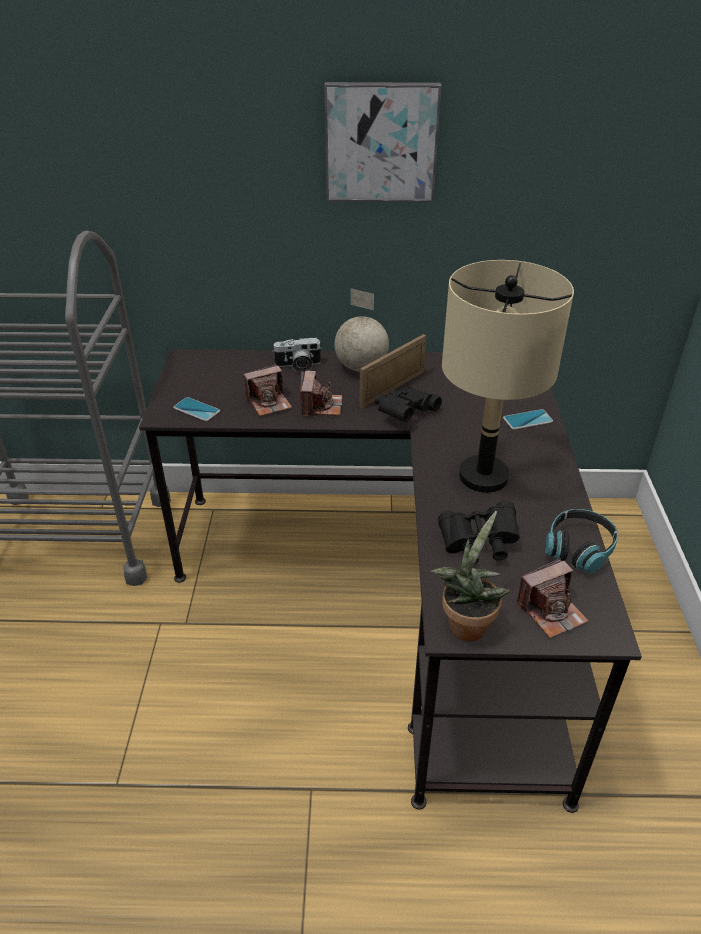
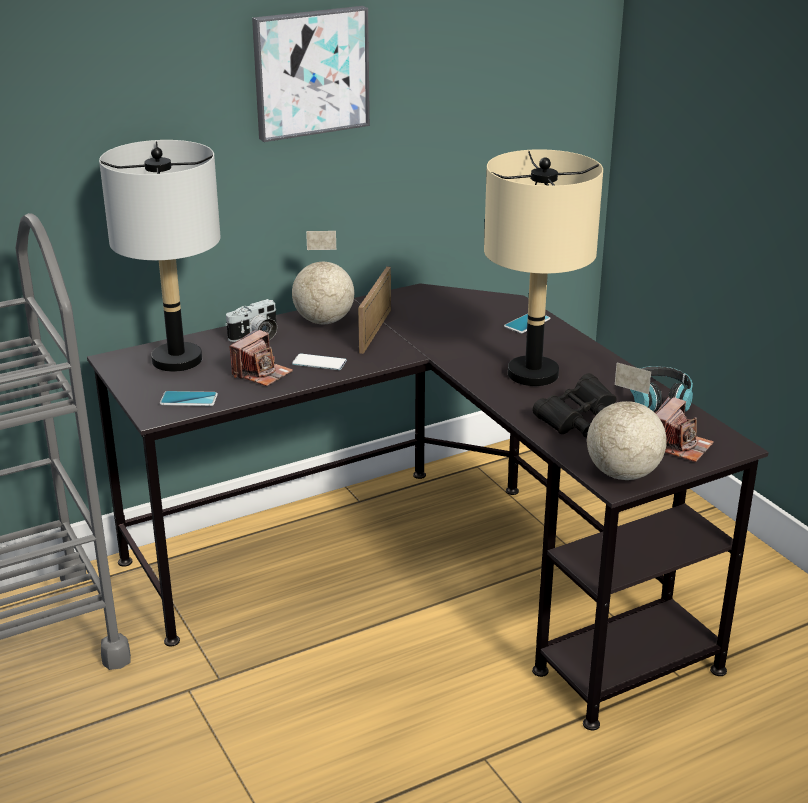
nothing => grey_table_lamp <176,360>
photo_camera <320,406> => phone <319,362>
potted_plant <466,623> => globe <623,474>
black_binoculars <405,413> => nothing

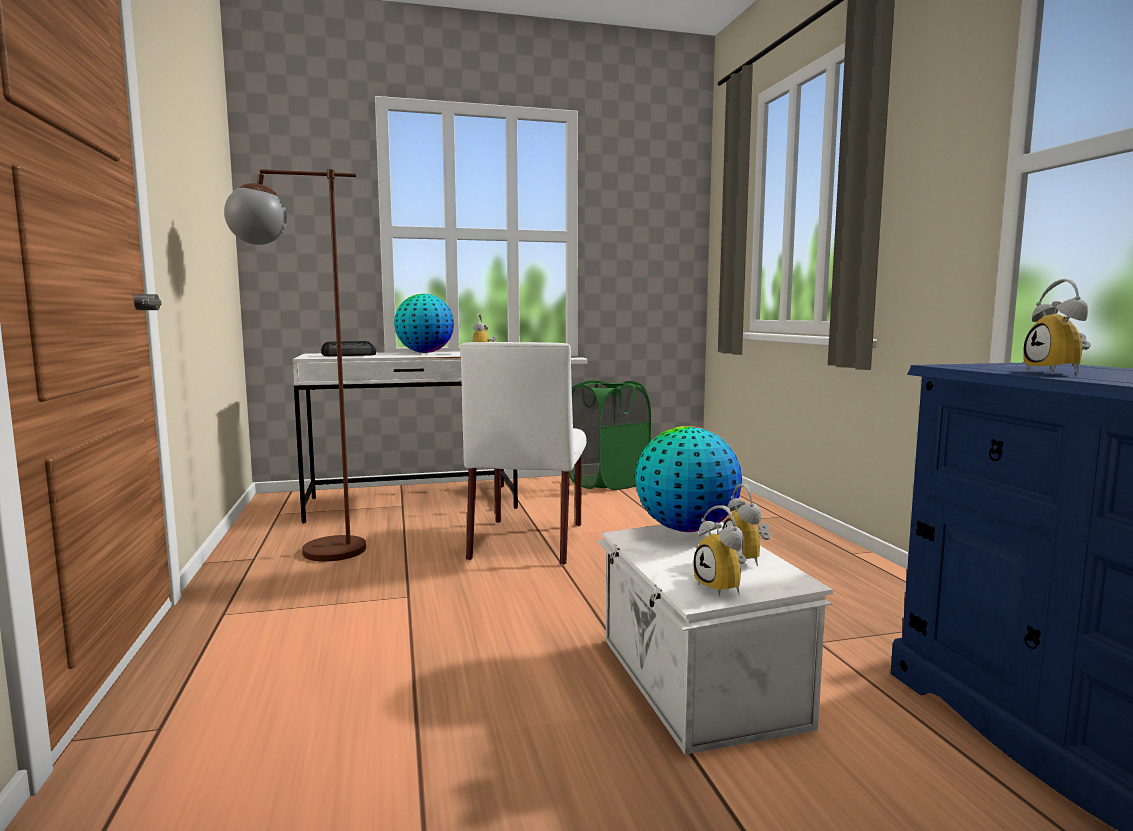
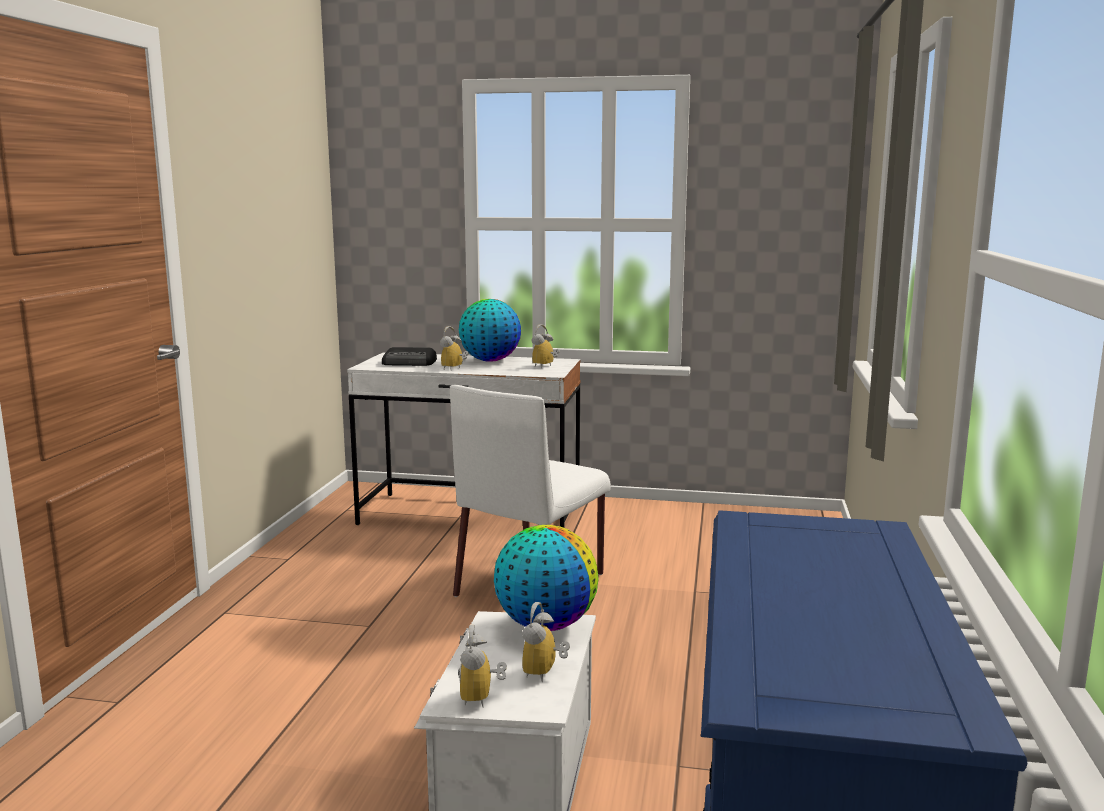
alarm_clock <1061,372> => alarm_clock <455,369>, move
brown_floor_lamp <311,552> => nothing
green_laundry_basket <607,483> => nothing

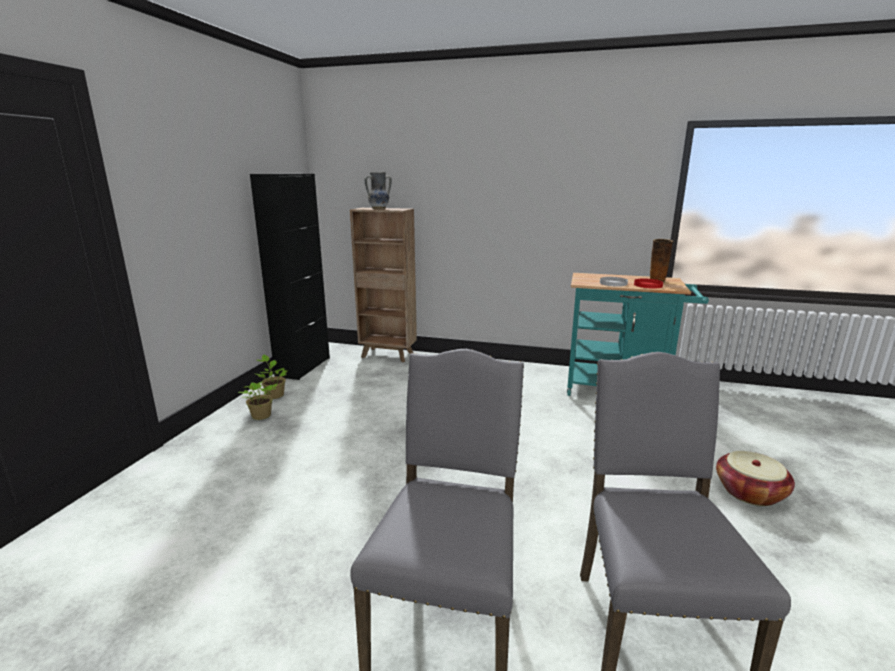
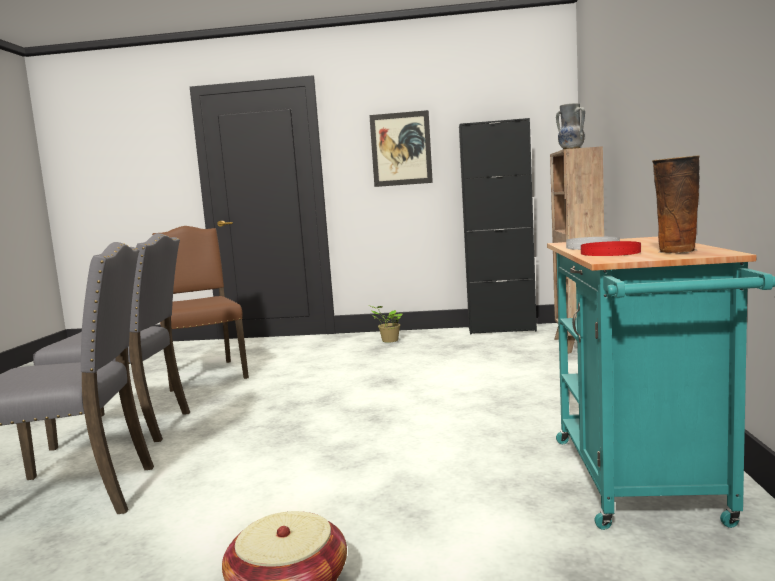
nothing => brown_chair <205,374>
nothing => picture <401,149>
potted_plant <274,395> => nothing

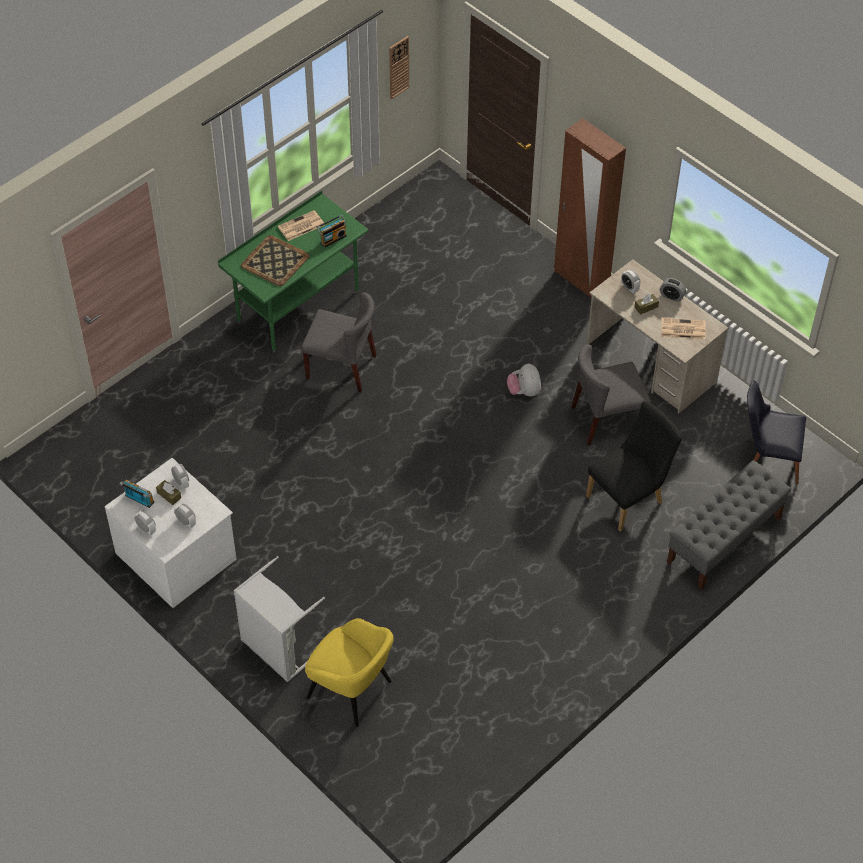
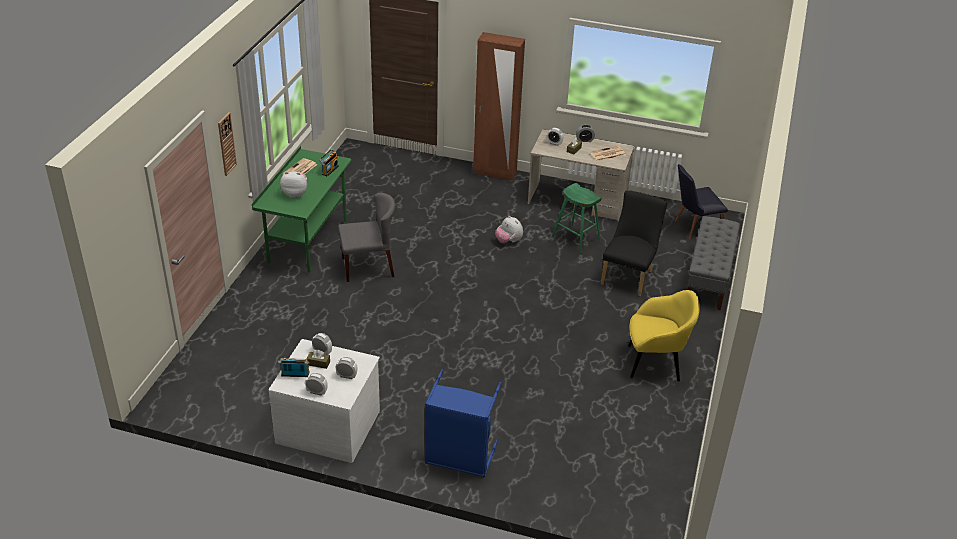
wall_clock <398,67> => wall_clock <226,144>, move
tray <274,261> => plush_toy <295,193>
grey_laundry_basket <278,649> => blue_laundry_basket <459,458>
grey_chair <606,419> => green_stool <576,239>
yellow_armchair <351,690> => yellow_armchair <655,363>, move

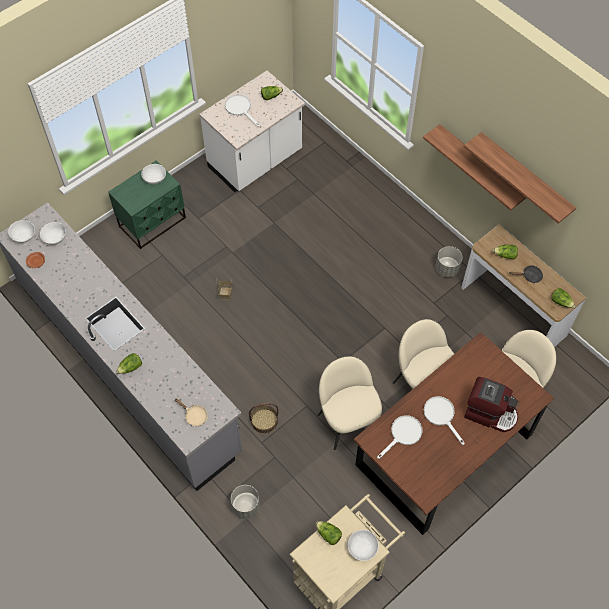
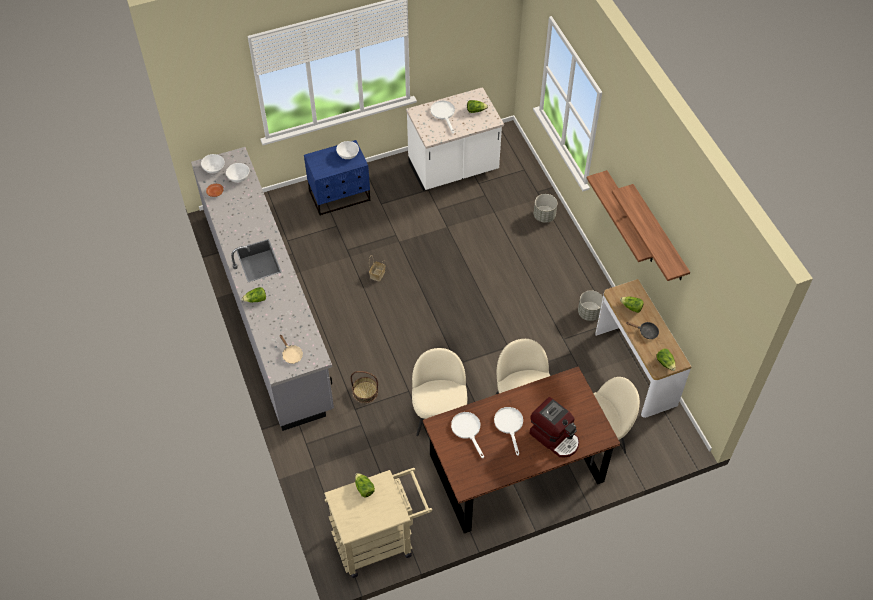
green_nightstand <153,222> => blue_nightstand <340,196>
white_frying_pan <403,434> => white_frying_pan <468,430>, 90 degrees counterclockwise
grey_planter <246,507> => grey_planter <544,216>, move
white_bowl <362,548> => nothing

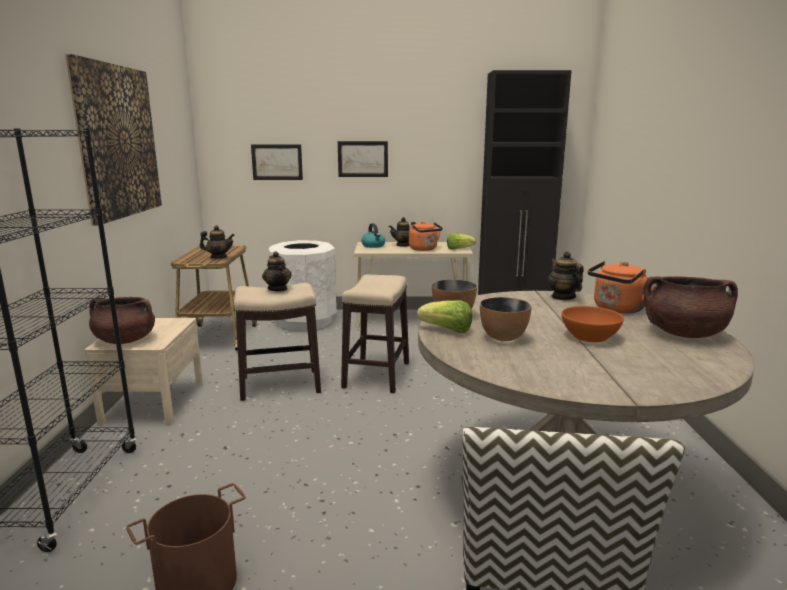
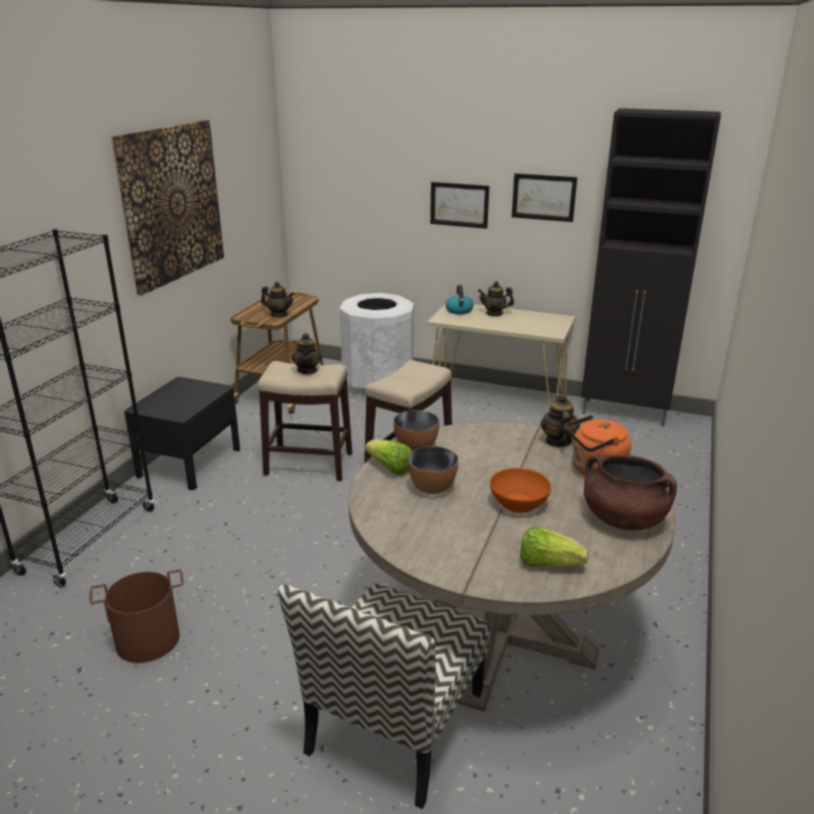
beige_nightstand <154,402> => black_nightstand <189,462>
picture <277,162> => picture <543,197>, move
lettuce <459,249> => lettuce <548,563>, move
brown_cooking_pot <124,340> => nothing
orange_kettle <424,249> => nothing

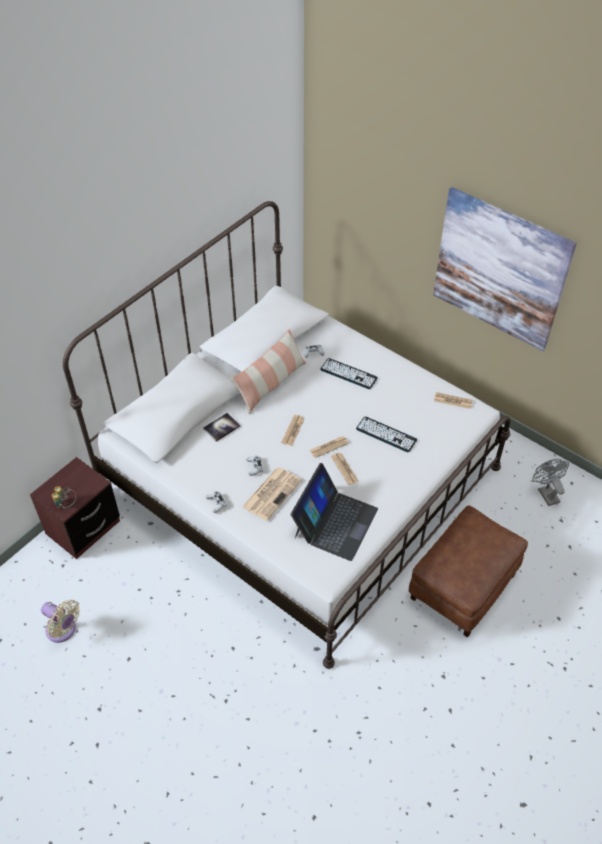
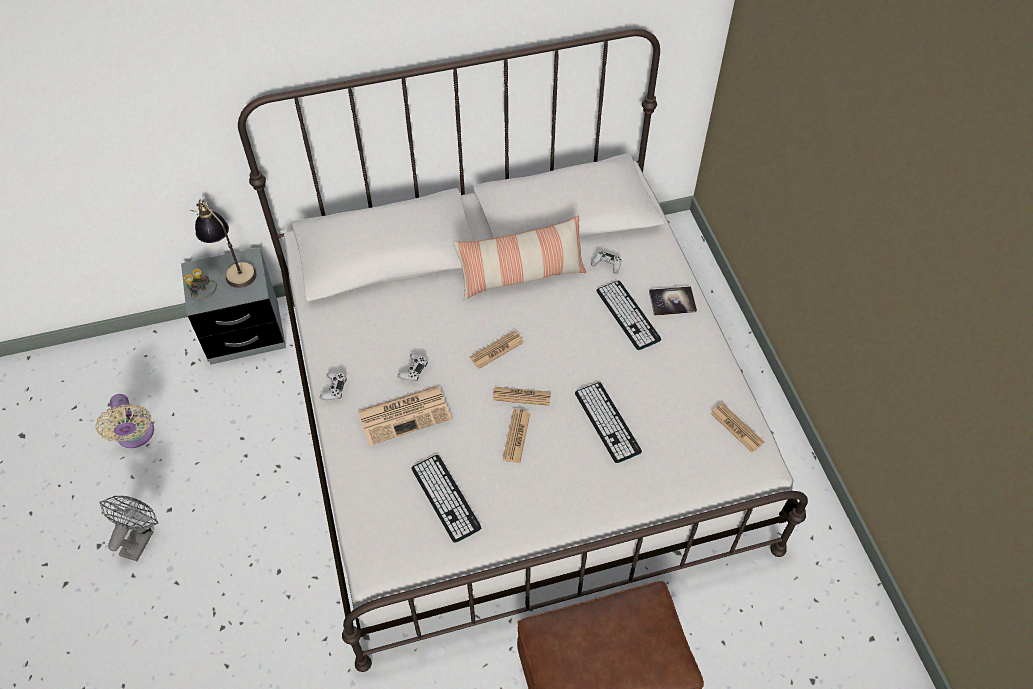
grey_fan <546,493> => grey_fan <139,538>, move
brown_nightstand <83,527> => grey_nightstand <245,333>
nothing => table_lamp <232,268>
laptop <335,522> => keyboard <445,498>
book <221,427> => book <672,302>, move
picture <500,269> => nothing

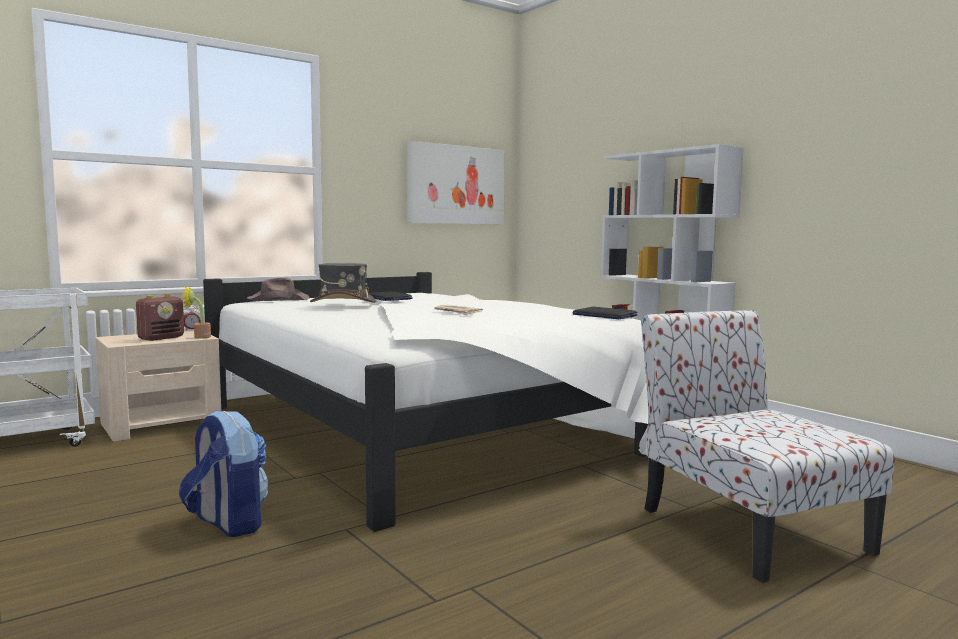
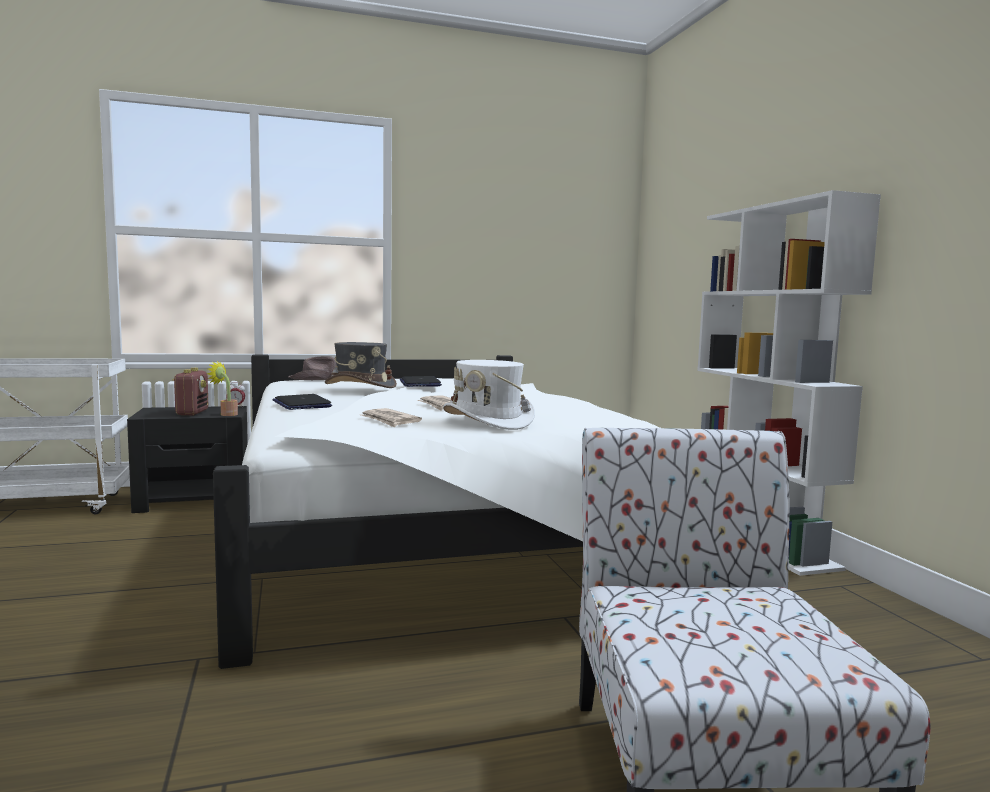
beige_nightstand <162,424> => black_nightstand <194,499>
radio <161,338> => radio <192,413>, 60 degrees counterclockwise
laptop <604,315> => laptop <301,404>, move
nothing => newspaper <389,421>
nothing => white_hat <488,421>
backpack <227,523> => nothing
picture <456,185> => nothing

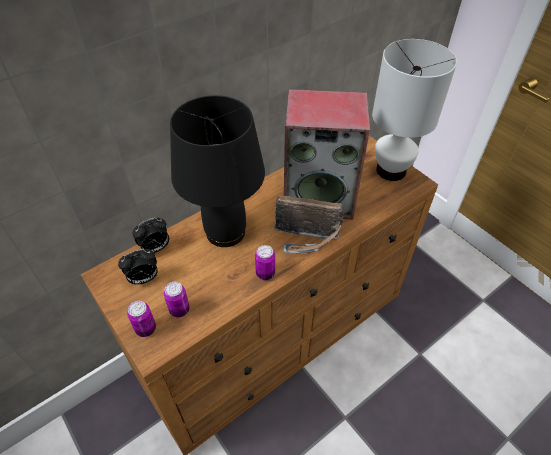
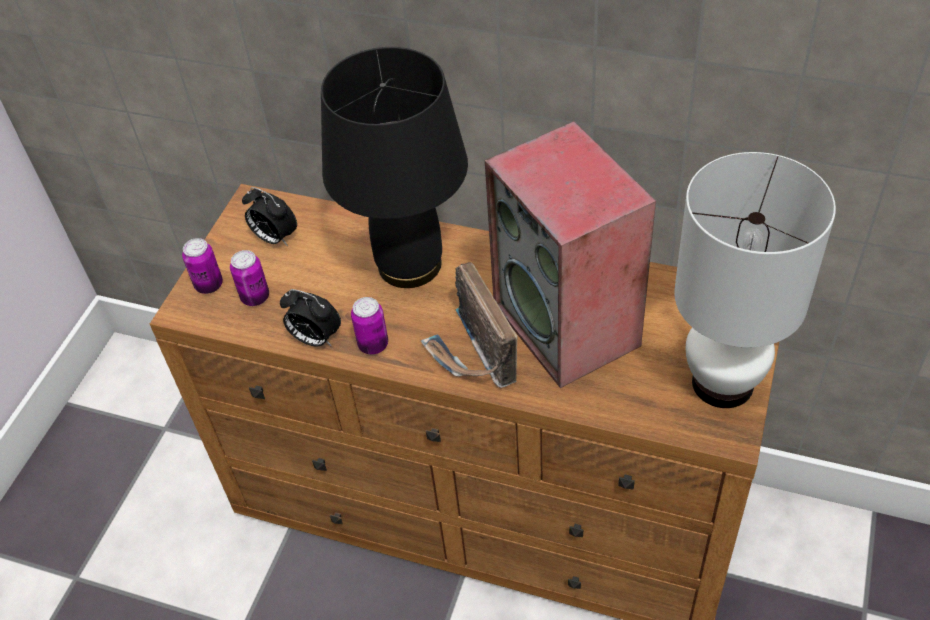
alarm_clock <155,248> => alarm_clock <315,339>, move

